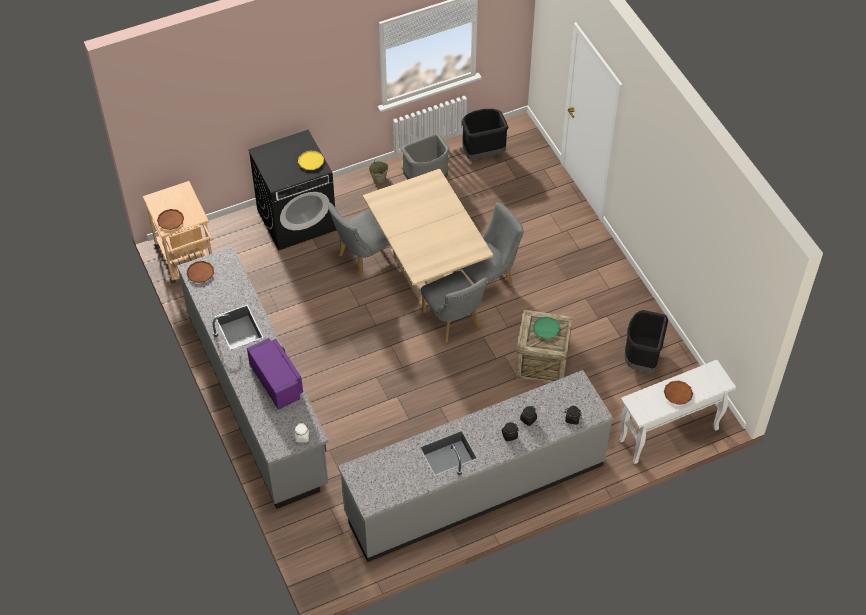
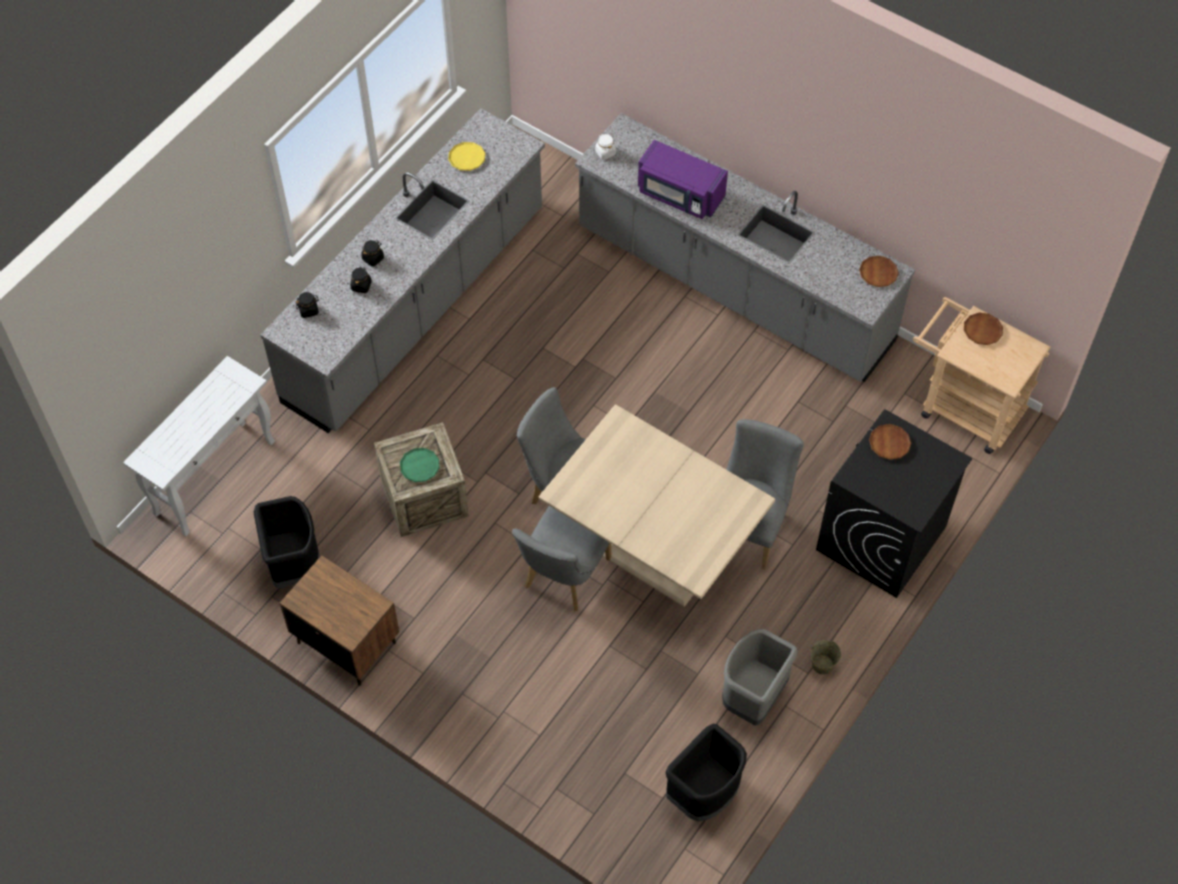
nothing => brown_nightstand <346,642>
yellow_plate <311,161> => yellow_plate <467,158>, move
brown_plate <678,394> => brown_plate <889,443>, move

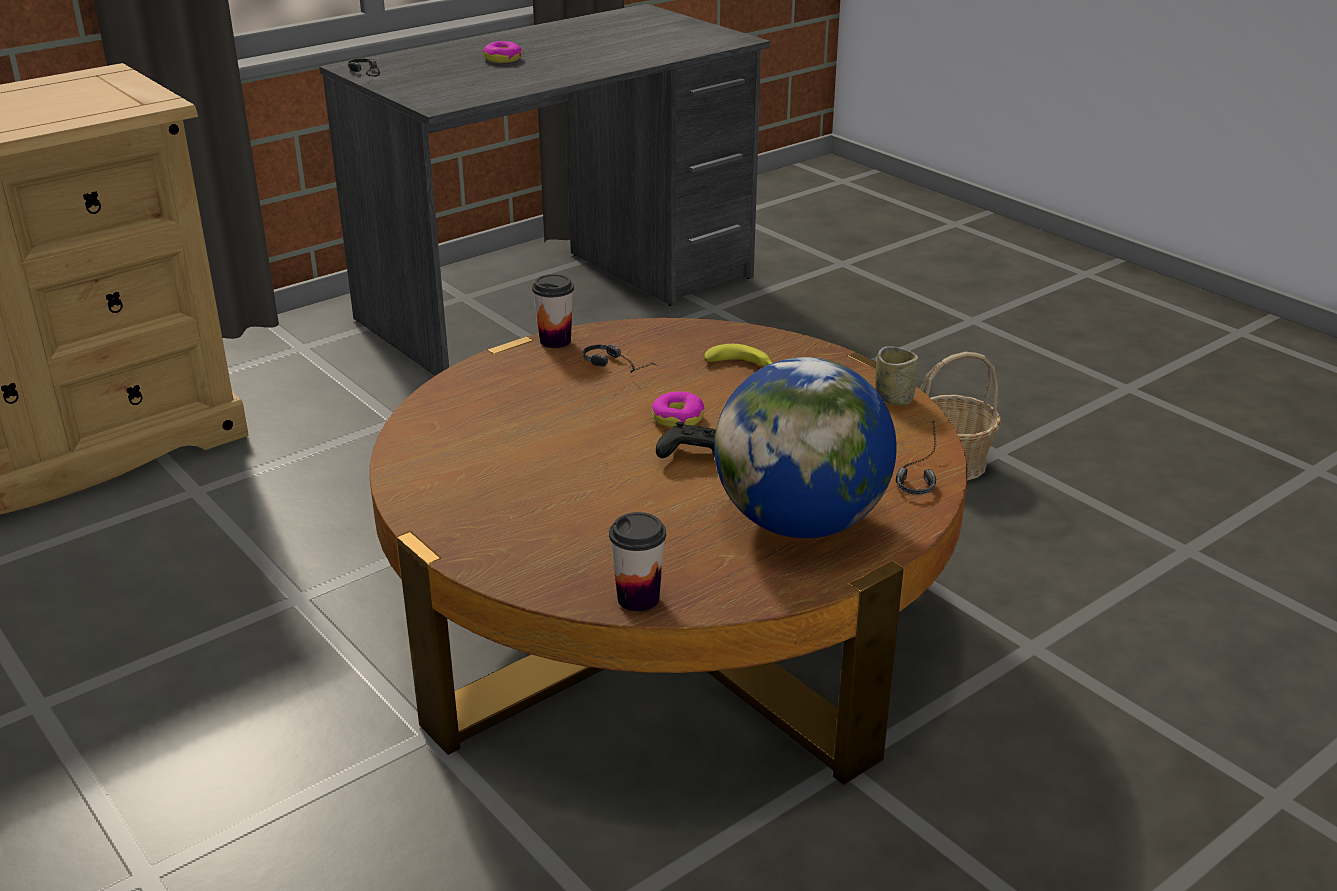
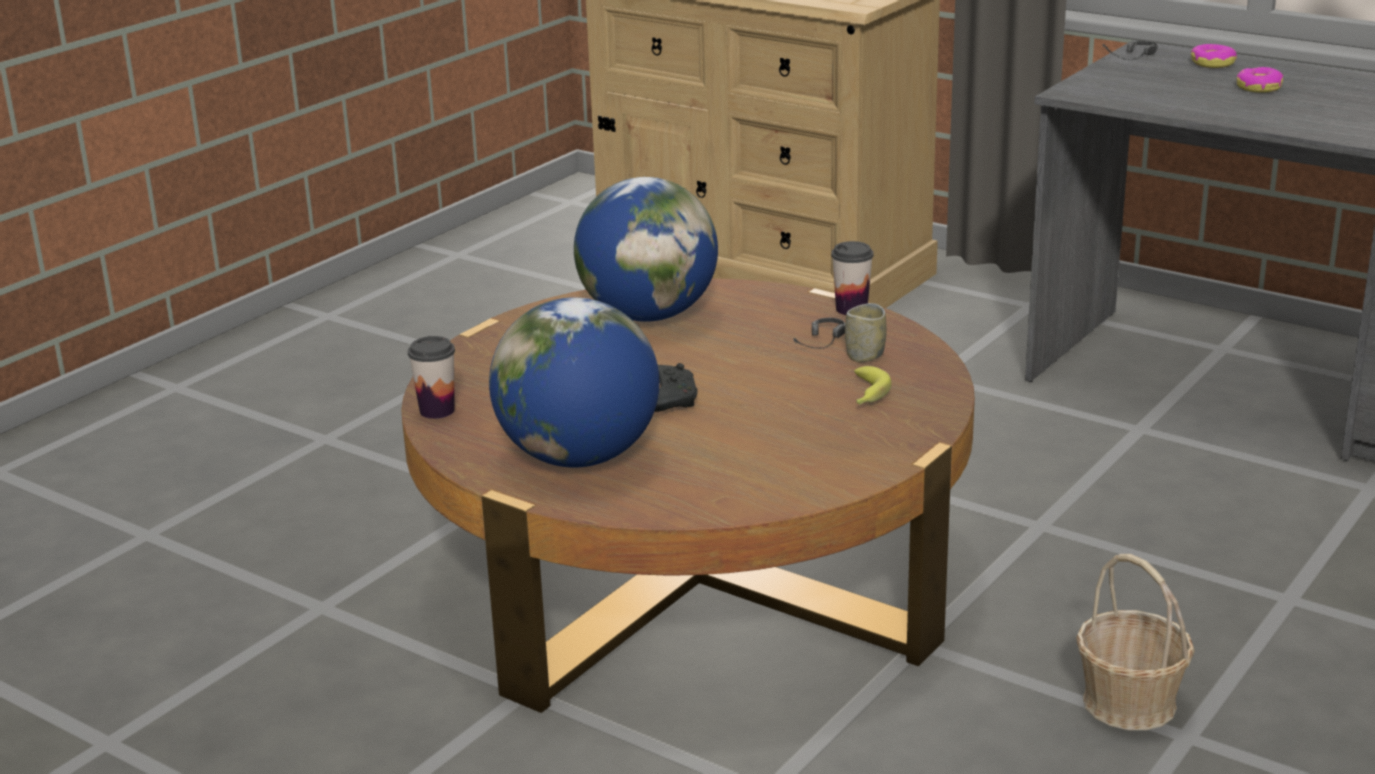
nothing => globe <648,315>
cup <894,398> => cup <865,355>, move
donut <678,418> => donut <1213,63>, move
headphones <915,469> => nothing

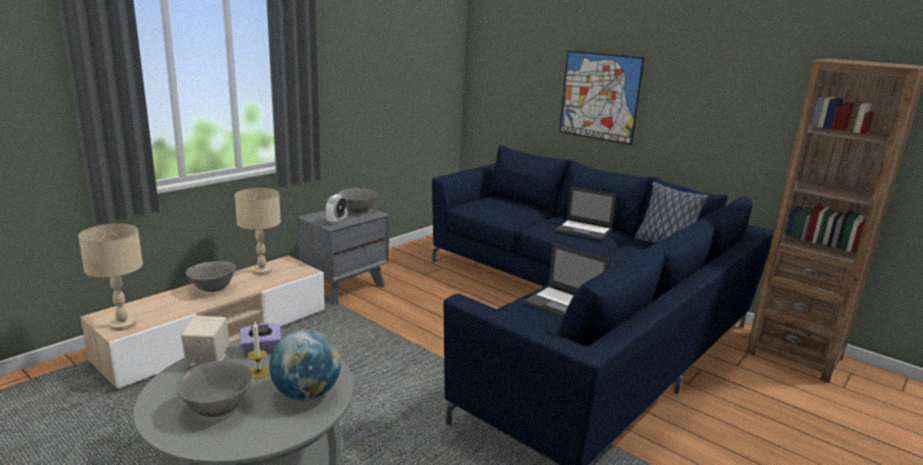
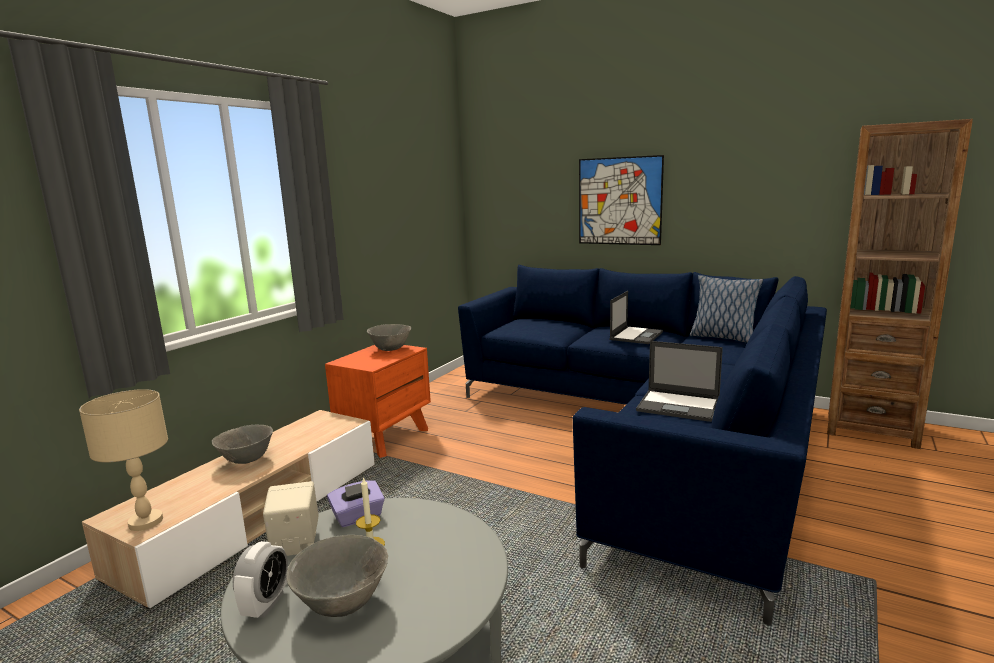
alarm_clock <336,221> => alarm_clock <266,604>, move
grey_nightstand <345,287> => orange_nightstand <385,437>
laptop <584,230> => laptop <636,335>, 75 degrees counterclockwise
beige_table_lamp <262,271> => nothing
globe <307,394> => nothing

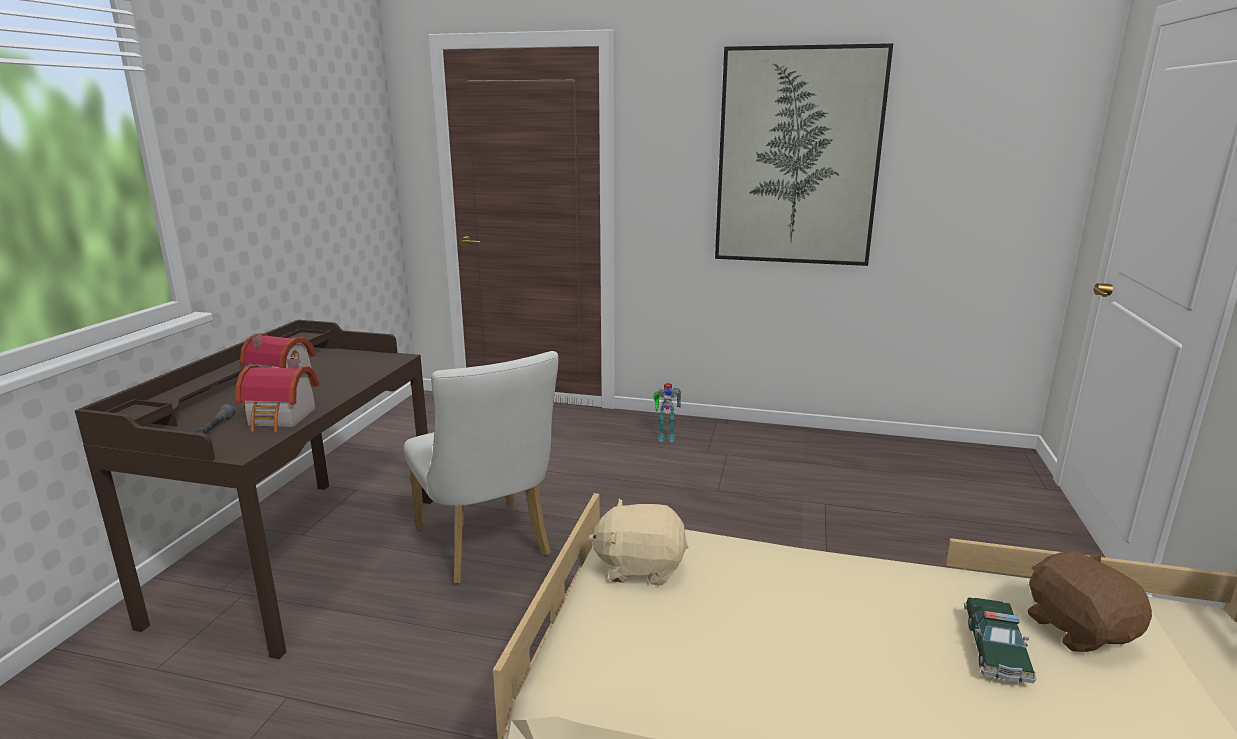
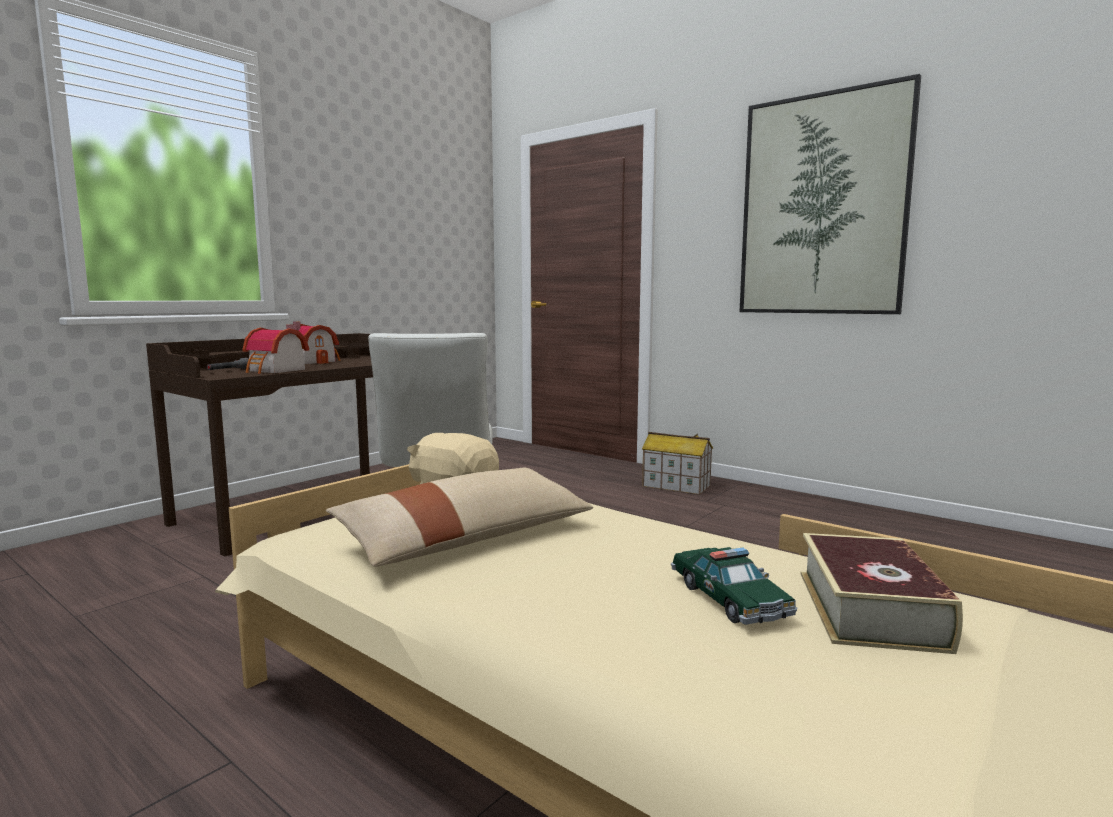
nothing => beige_pillow <466,537>
toy_robot <665,436> => toy_house <675,486>
toy_car <995,649> => toy_car <728,599>, 60 degrees counterclockwise
brown_plush_toy <1078,629> => book <869,609>

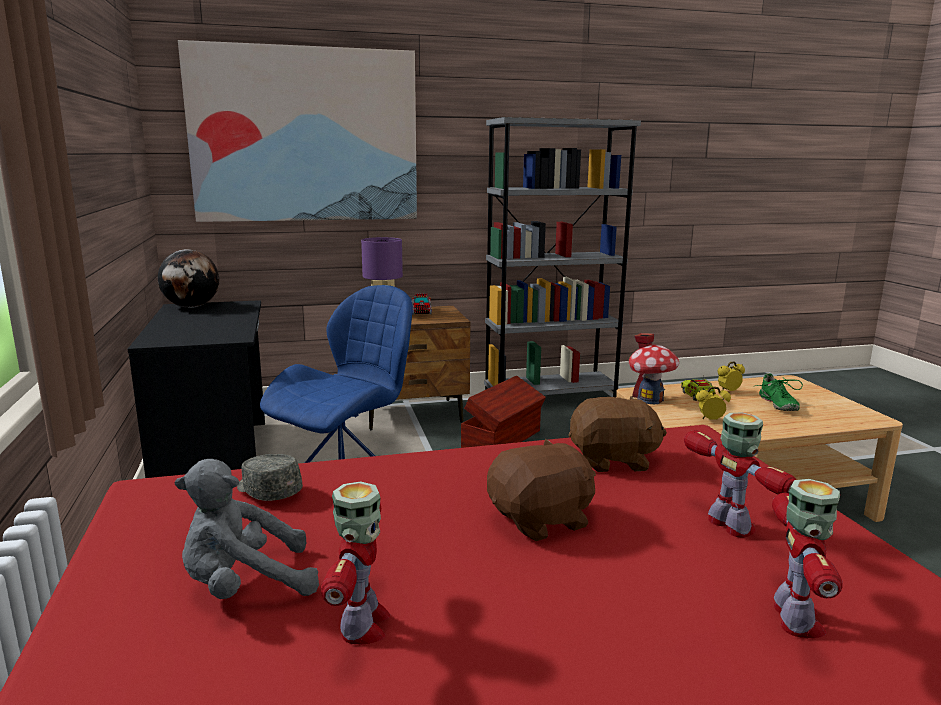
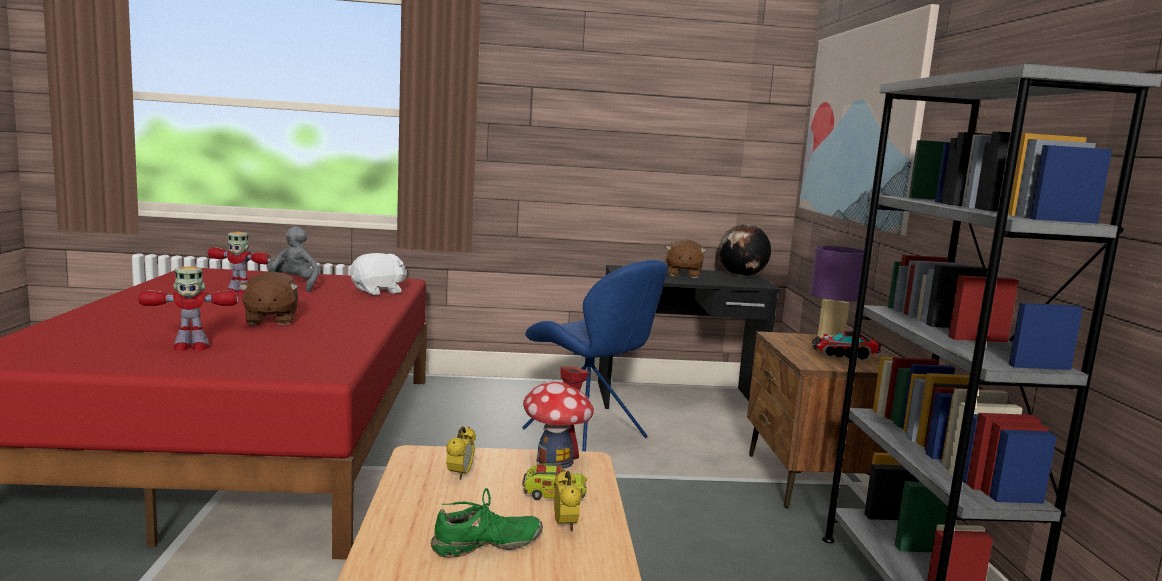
grey_cap <267,491> => white_plush_toy <378,291>
green_shoe <777,404> => green_shoe <486,546>, 150 degrees clockwise
brown_plush_toy <613,460> => brown_plush_toy <683,274>, move
brown_storage_box <503,439> => nothing
toy_robot <796,620> => nothing

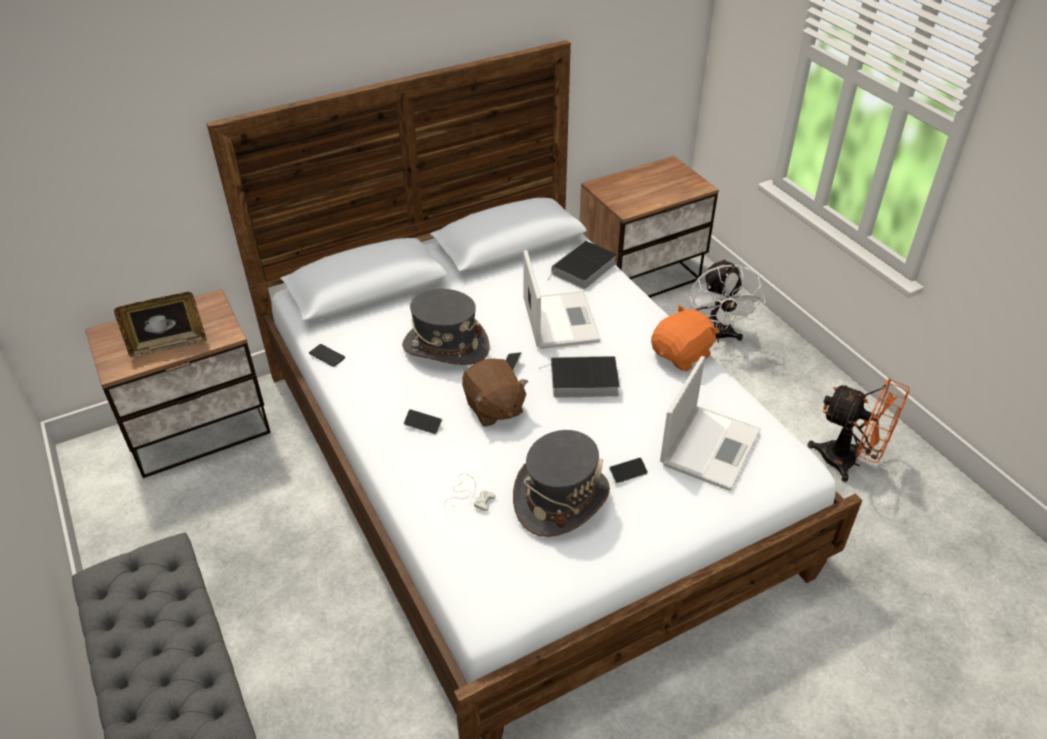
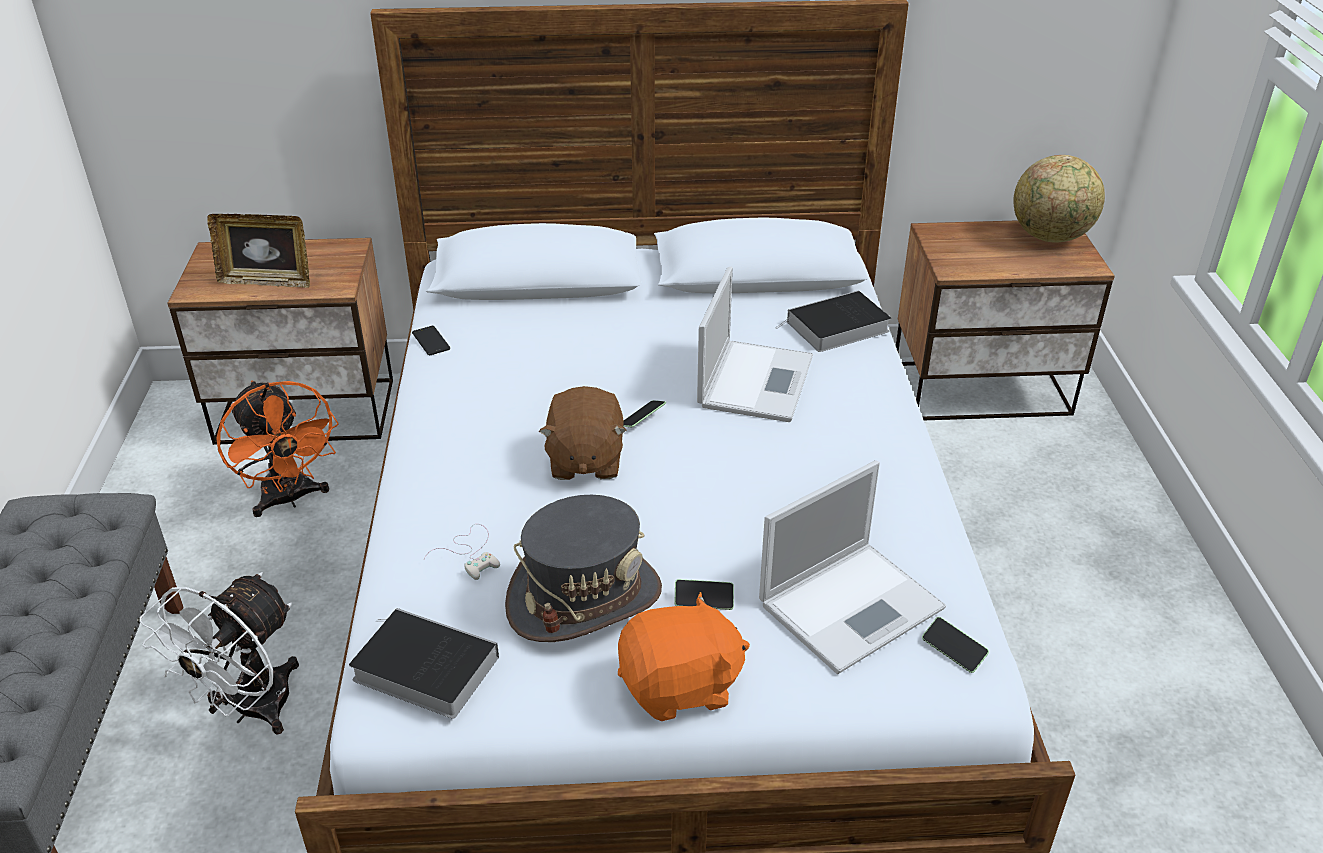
white_fan <717,336> => white_fan <250,710>, move
orange_fan <848,462> => orange_fan <290,499>, move
book <581,381> => book <421,668>, move
orange_plush_toy <682,355> => orange_plush_toy <680,687>, move
phone <423,425> => phone <953,650>, move
nothing => globe <1050,237>
grey_hat <445,346> => nothing

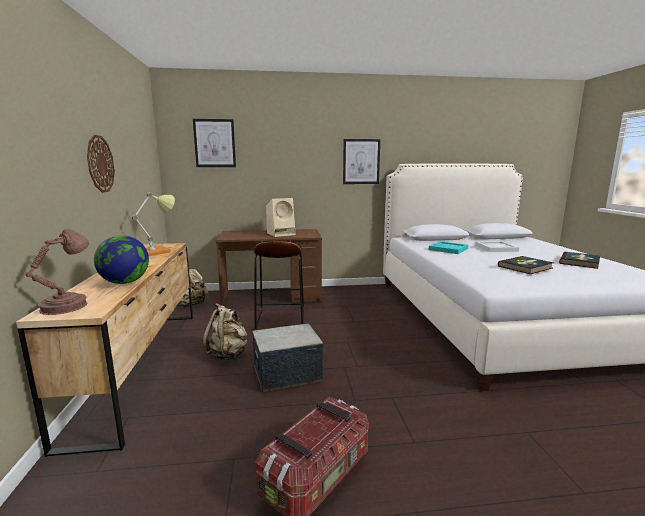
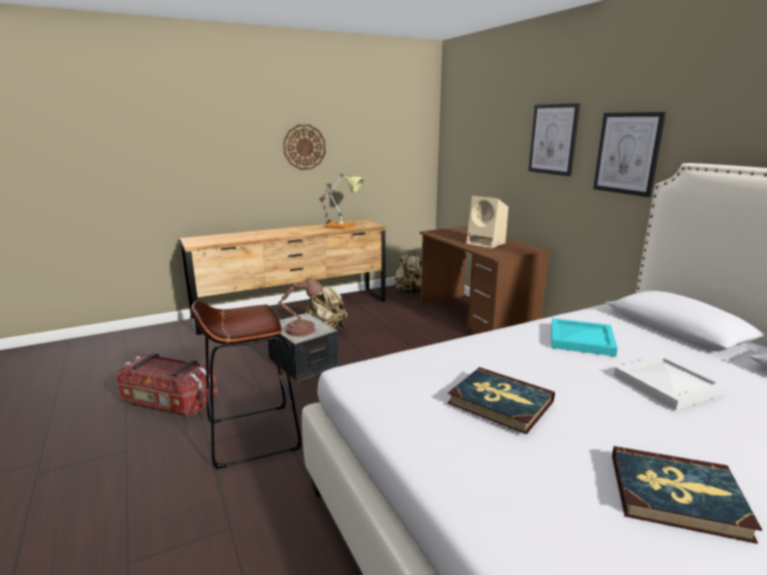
brown_stool <280,319> => brown_stool <252,434>, move
brown_table_lamp <67,305> => brown_table_lamp <303,330>, move
picture <214,143> => picture <553,139>, move
globe <125,282> => nothing

